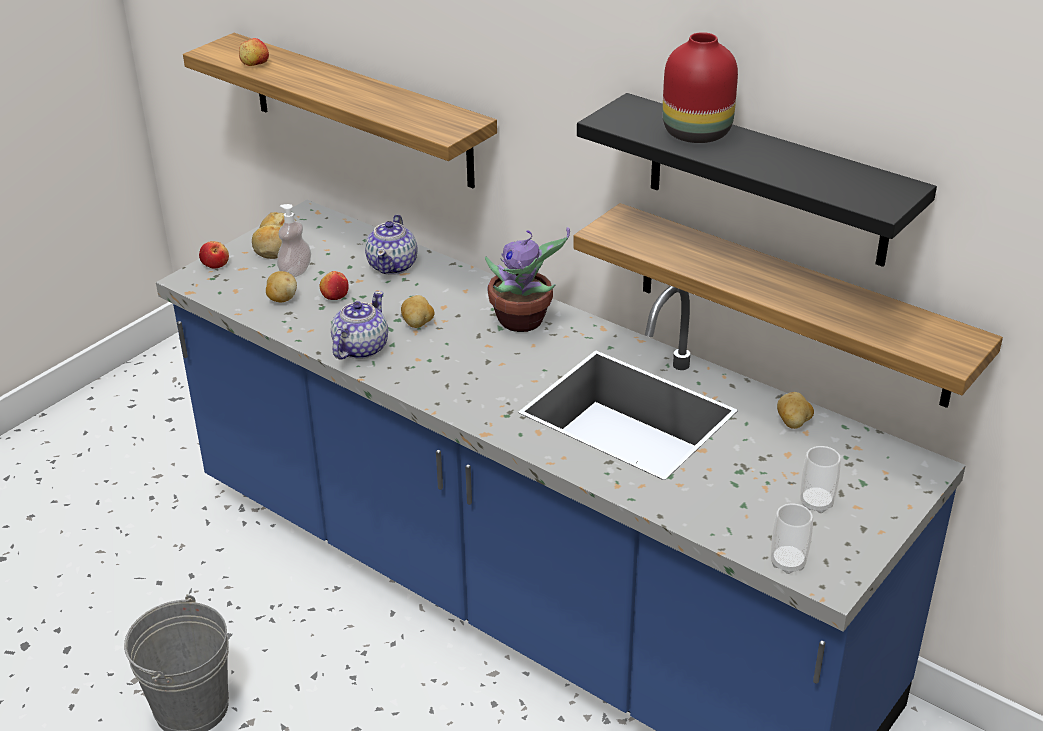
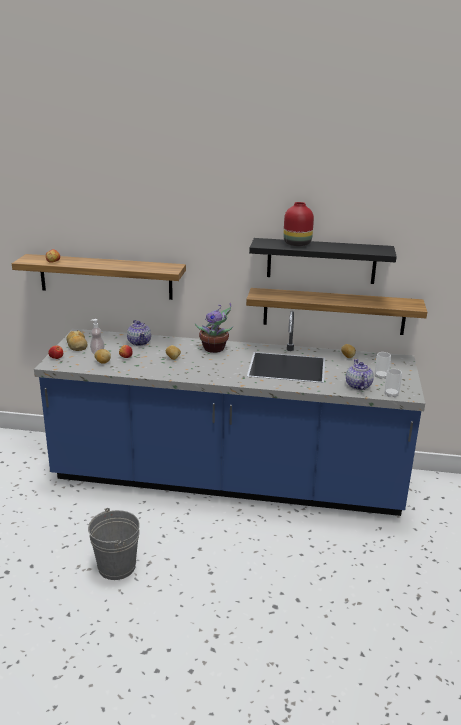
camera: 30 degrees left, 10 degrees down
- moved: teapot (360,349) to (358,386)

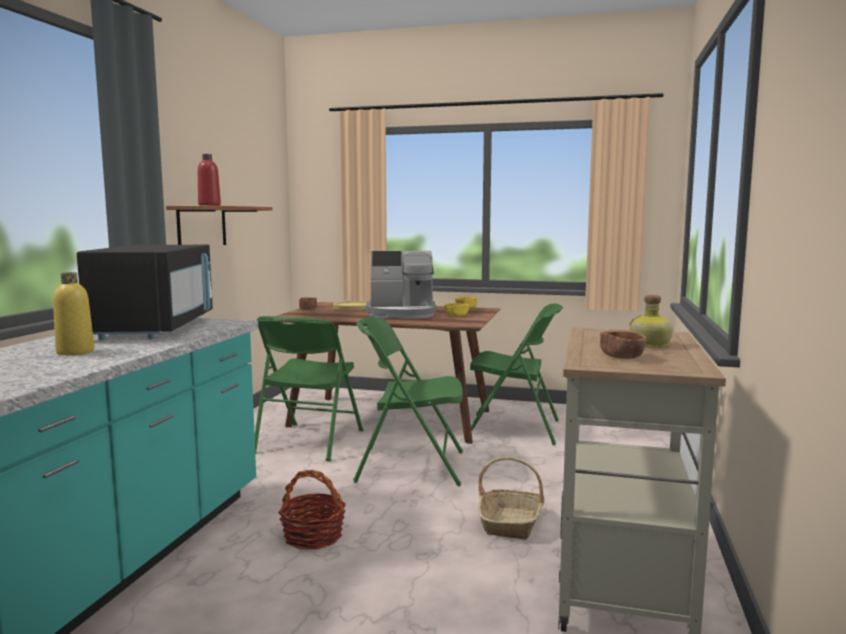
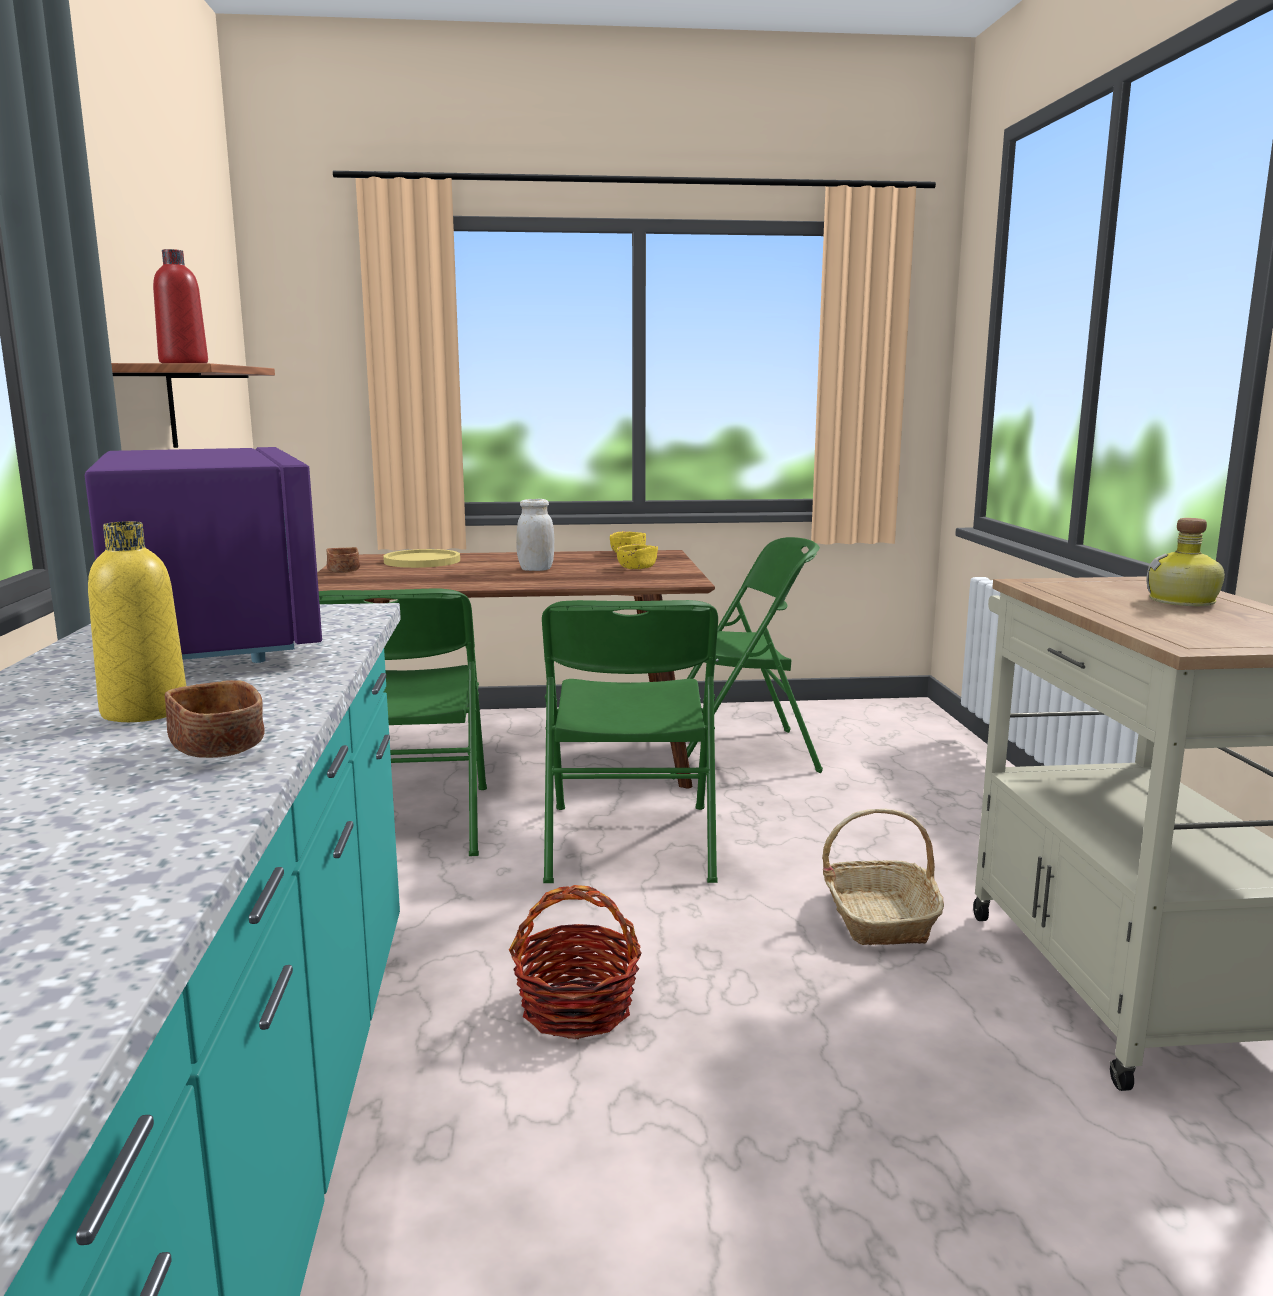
camera: 20 degrees left, 5 degrees up
- moved: brown deep dish (621,356) to (218,748)
- replaced: coffee maker (402,314) to whitish storage jar (536,569)
- recoloured: blackish microwave oven (156,328) to purplish microwave oven (216,636)
- turned: greenish upright chair (411,466) = (629,843) 75 degrees counterclockwise

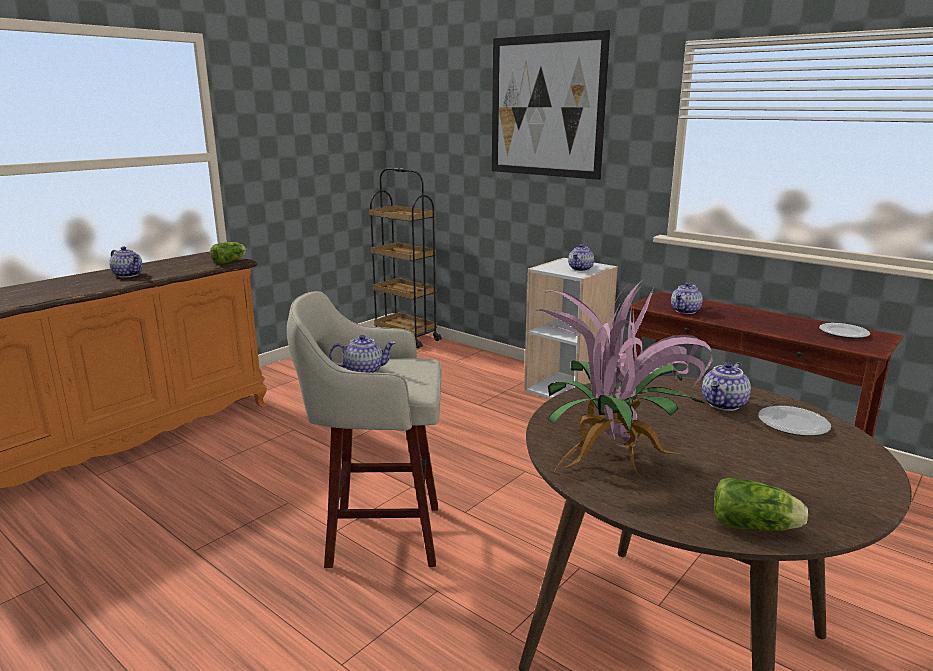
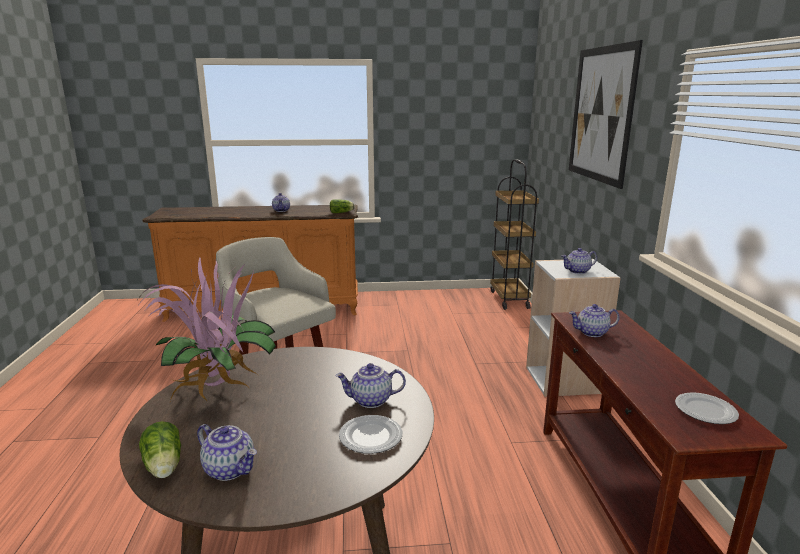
camera: 45 degrees right, 0 degrees up
- moved: teapot (364,371) to (230,469)

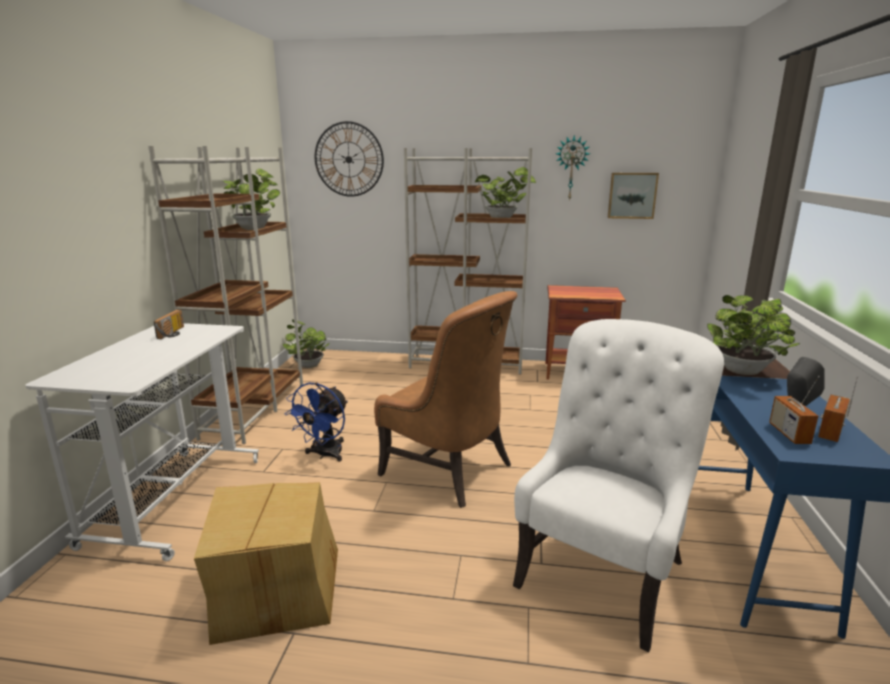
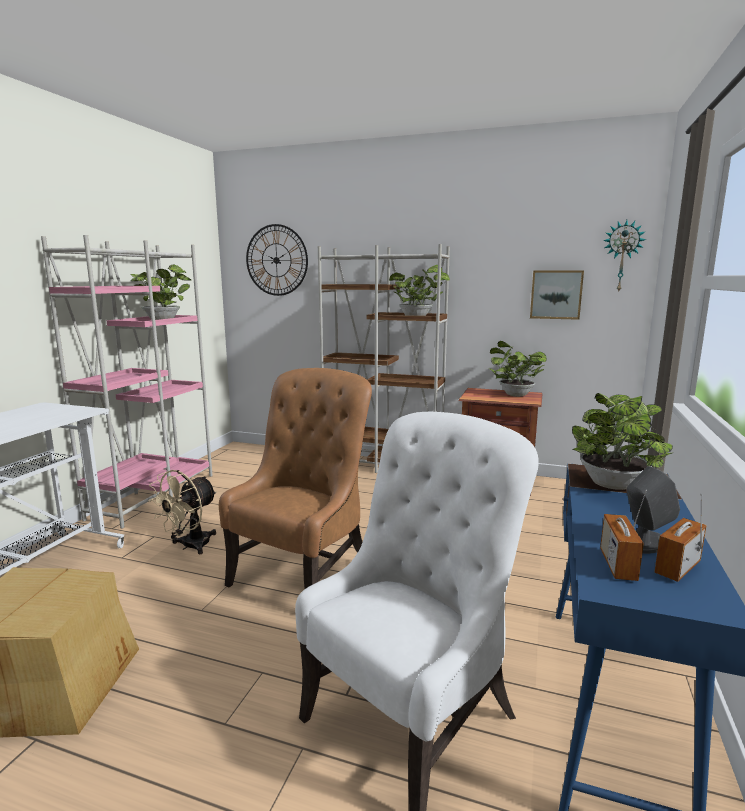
camera: 10 degrees right, 5 degrees down
- removed: radio receiver (174,333)
- moved: houseplant (307,365) to (513,394)
- moved: wall clock (571,168) to (622,256)
- recoloured: brown shelving unit (255,409) to pink shelving unit (154,495)
- recoloured: blue-coloured electric fan (325,455) to beige electric fan (189,546)
- turned: brown upright chair (448,469) = (303,573) 105 degrees counterclockwise

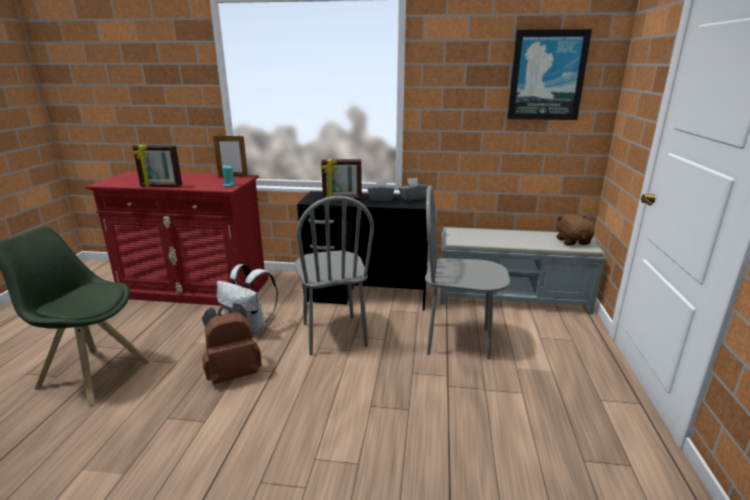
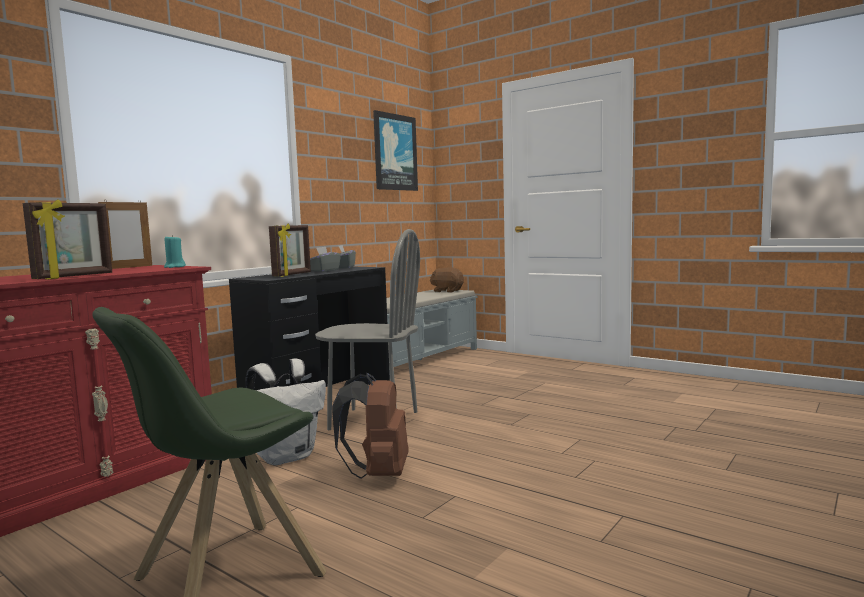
camera: 60 degrees left, 15 degrees down
- removed: grey upright chair (458,340)

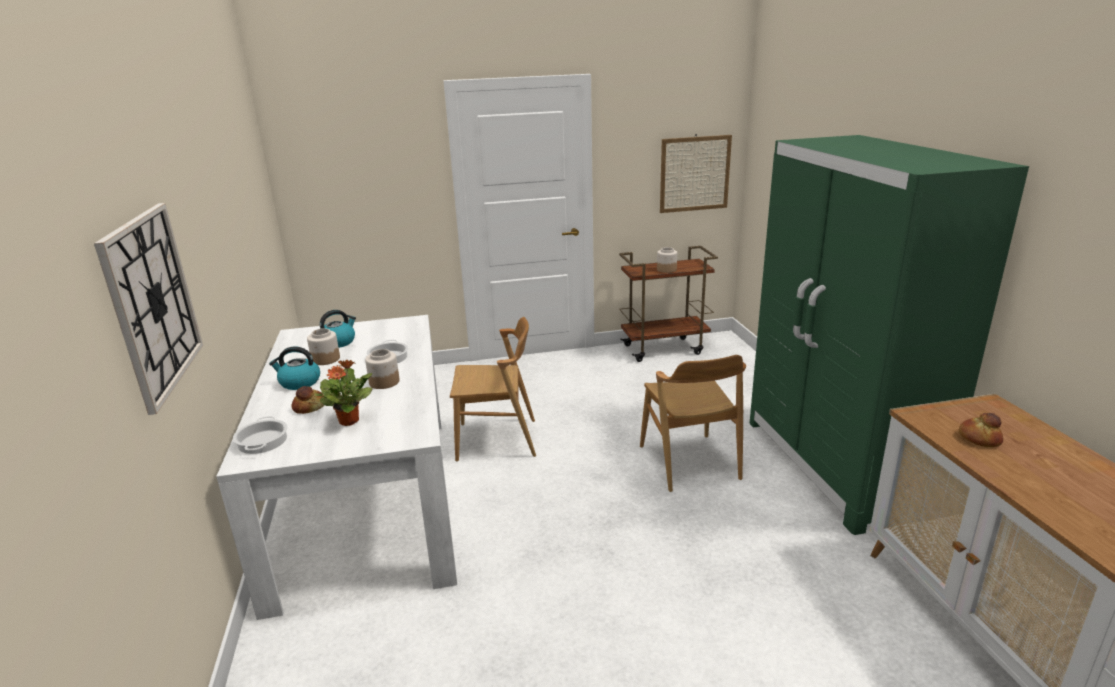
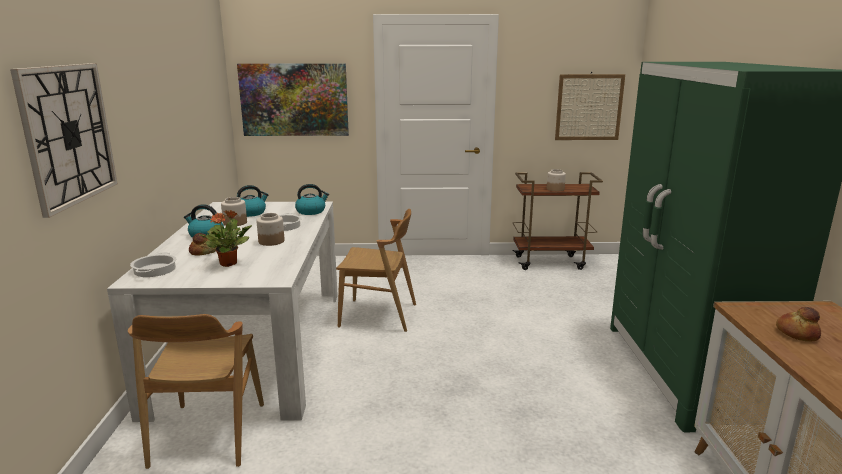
camera: 10 degrees right, 5 degrees down
- added: picture (294,100)
- added: kettle (311,211)
- moved: brown upright chair (689,462) to (208,434)

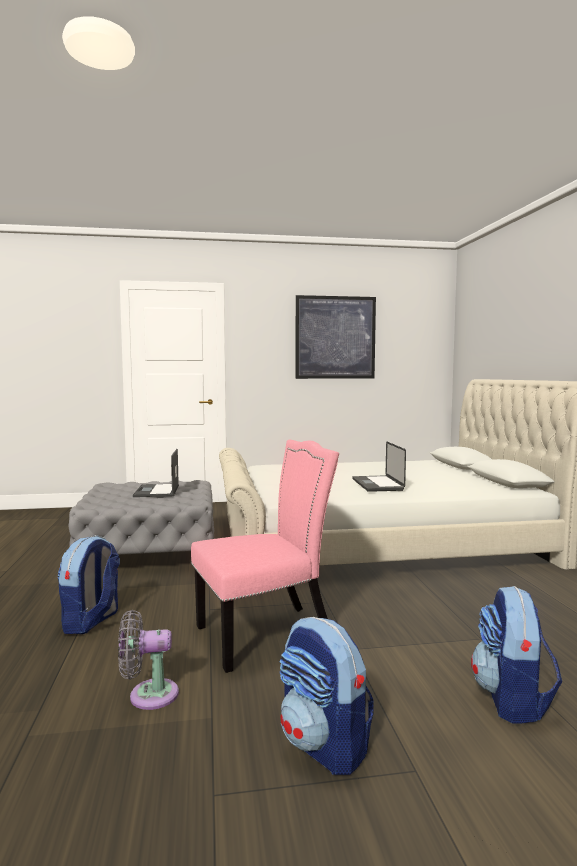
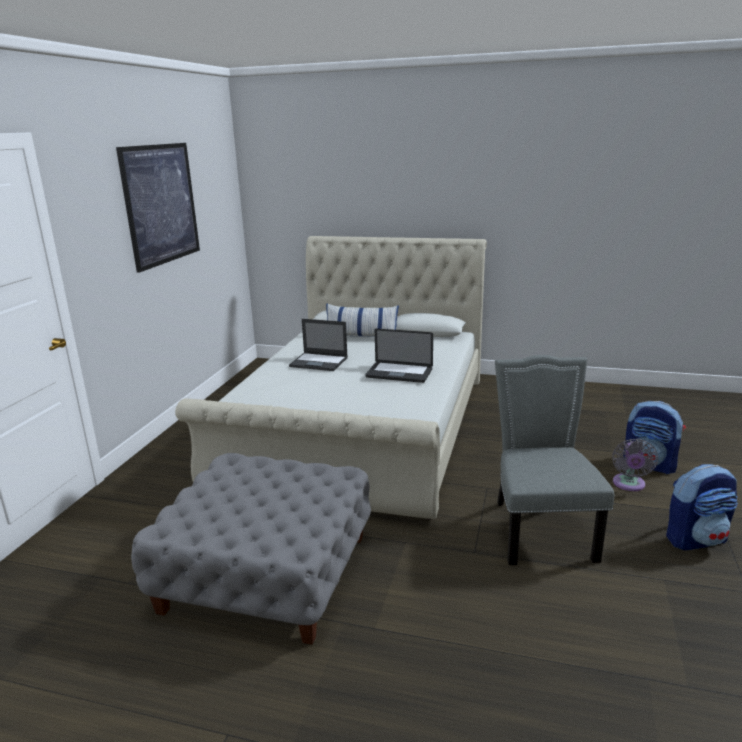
camera: 65 degrees left, 15 degrees up
- removed: backpack (91,622)
- added: pillow (361,337)
- moved: grey electric fan (148,695) to (629,485)
- moved: laptop (157,491) to (319,362)
- recoloured: pink upright chair (262,635) to grey upright chair (541,532)

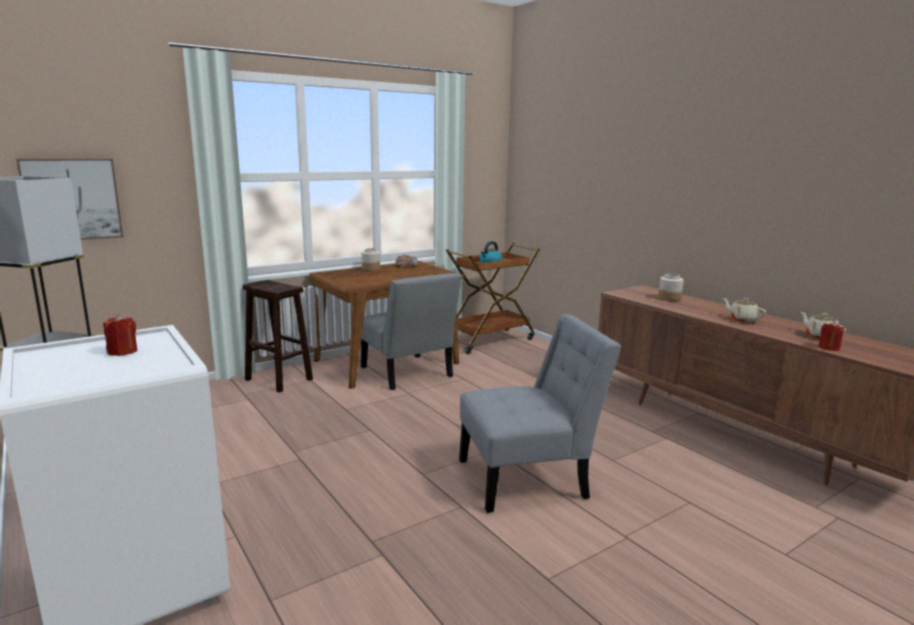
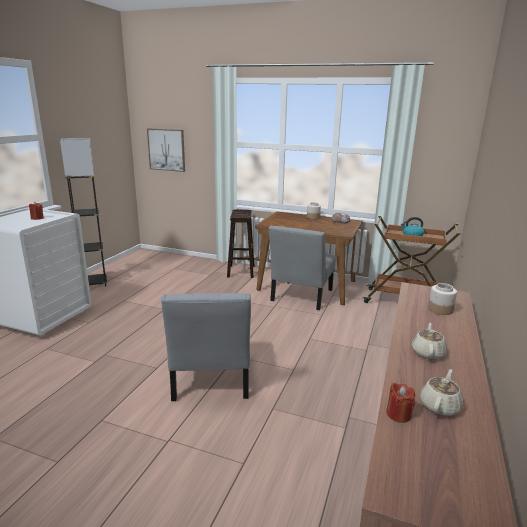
camera: 55 degrees right, 5 degrees up
- turned: grey upright chair (529,478) = (210,380) 45 degrees clockwise

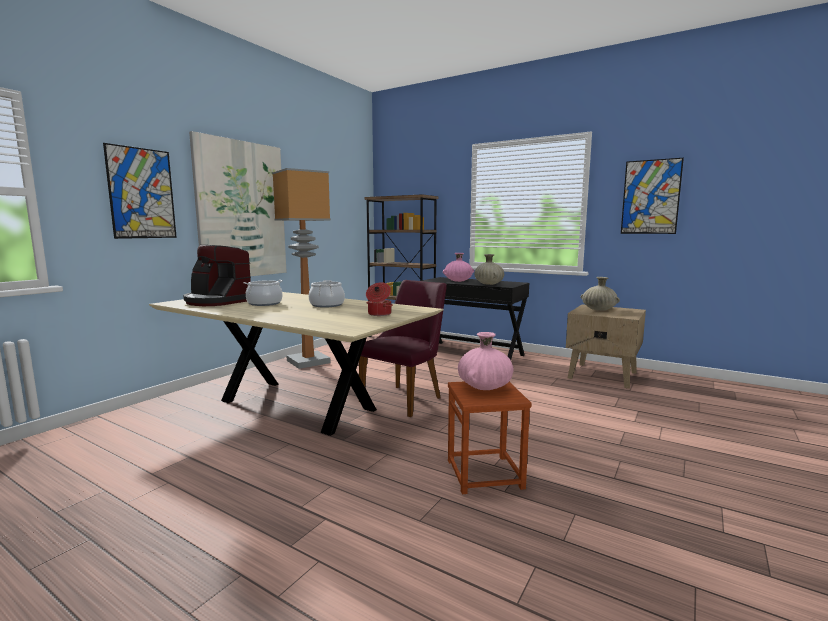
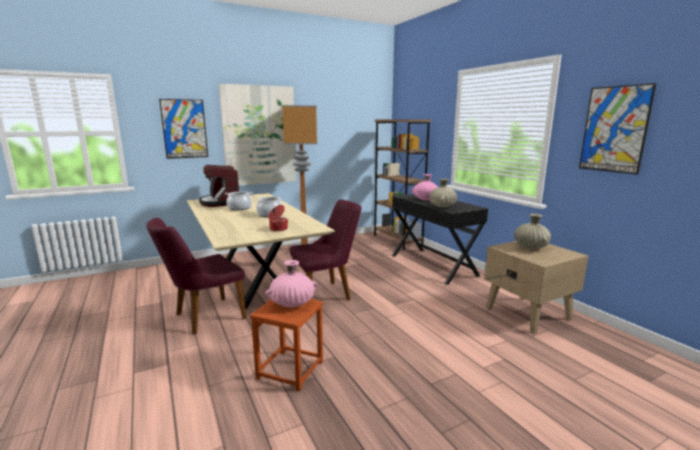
camera: 30 degrees right, 5 degrees up
- added: purplish upright chair (203,317)

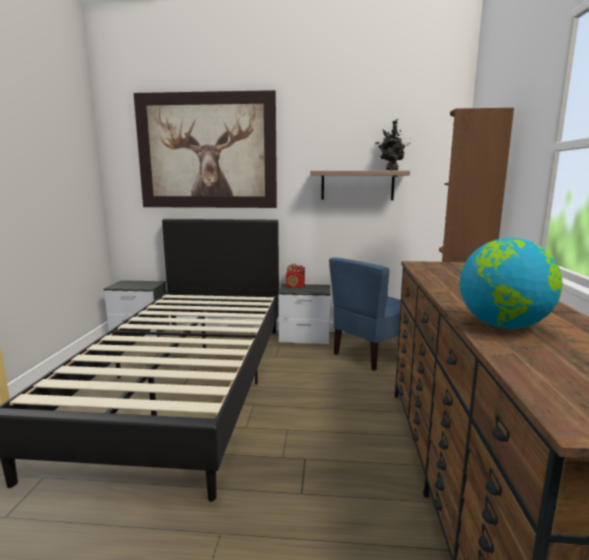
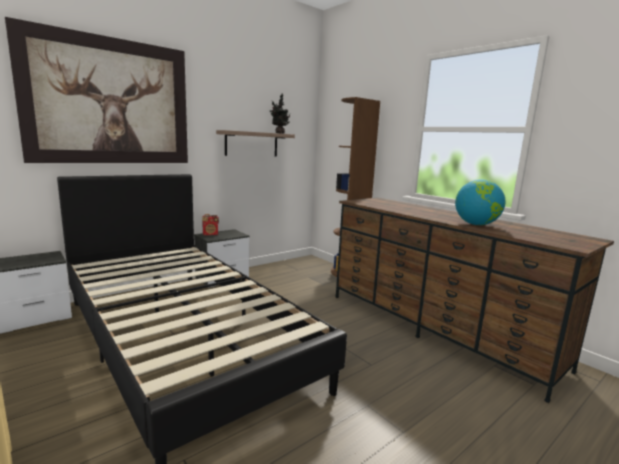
camera: 45 degrees left, 0 degrees up
- removed: blue-coloured upright chair (371,354)

